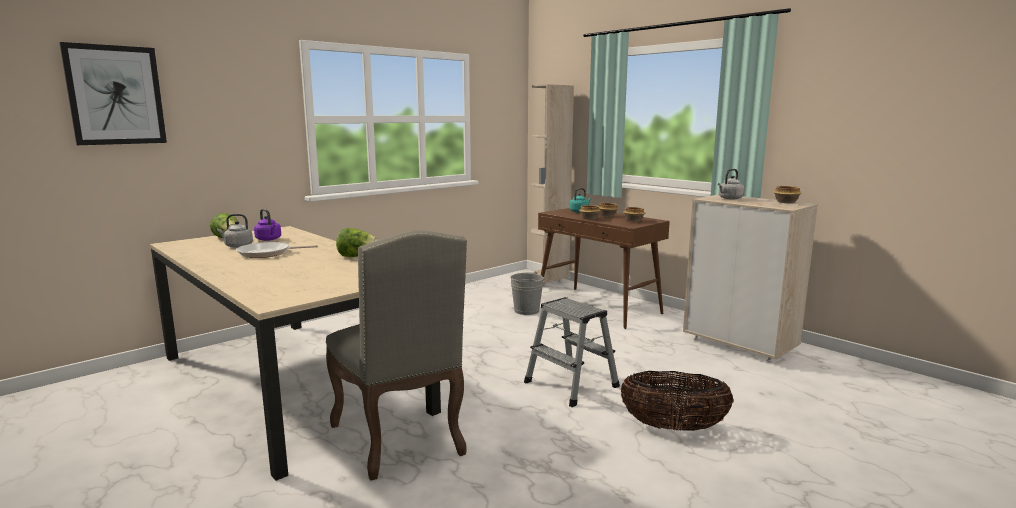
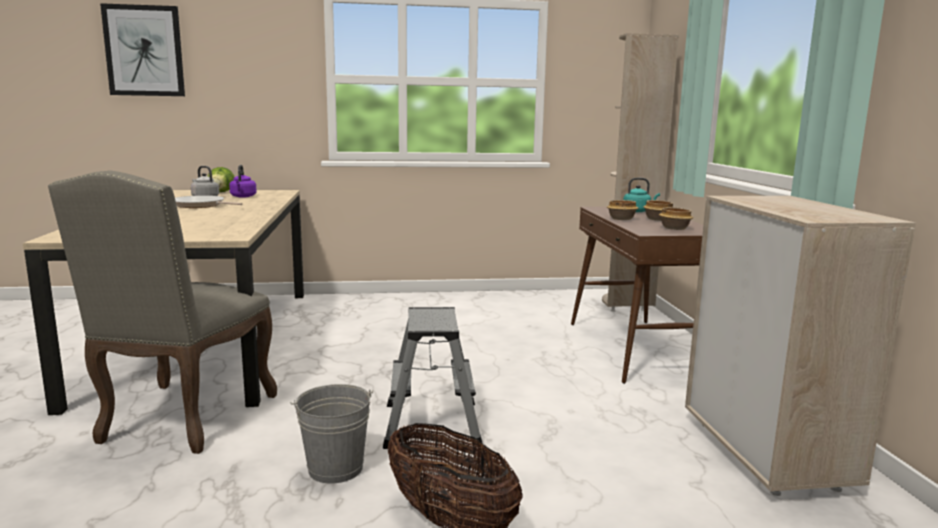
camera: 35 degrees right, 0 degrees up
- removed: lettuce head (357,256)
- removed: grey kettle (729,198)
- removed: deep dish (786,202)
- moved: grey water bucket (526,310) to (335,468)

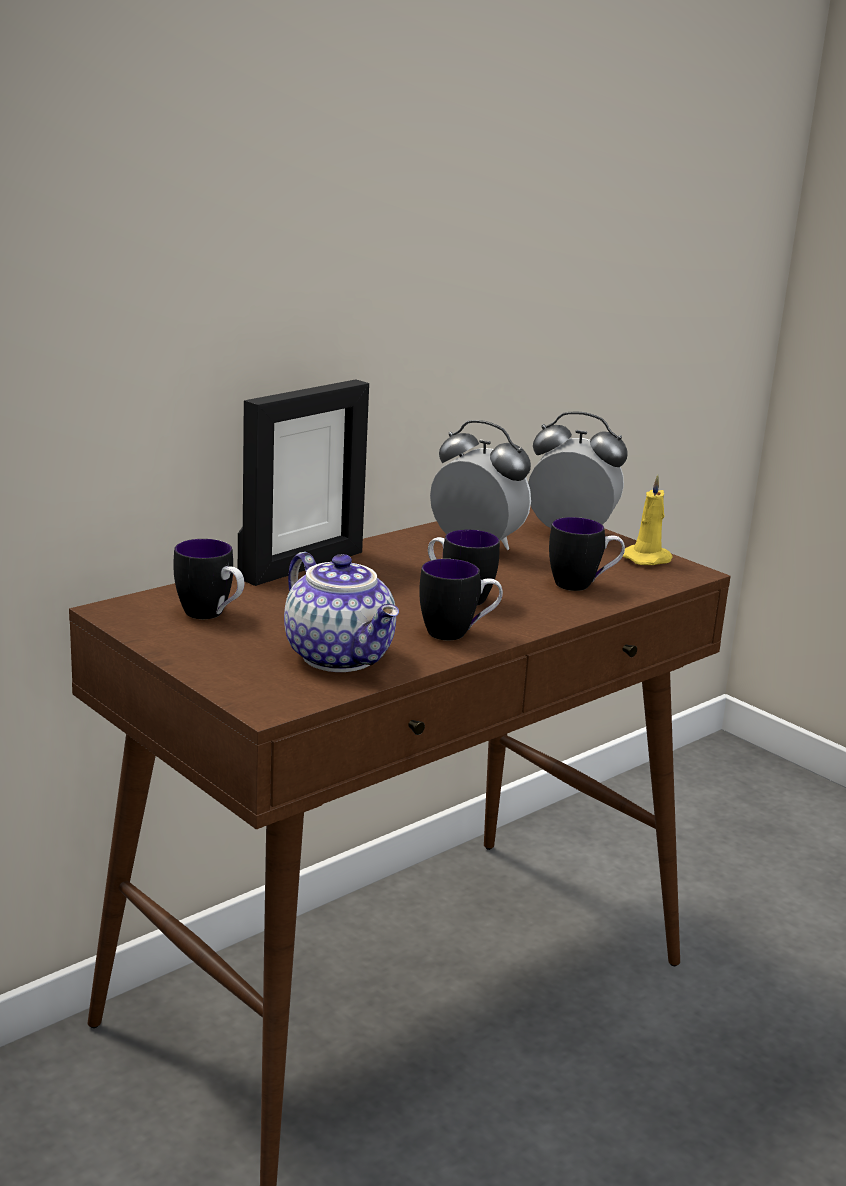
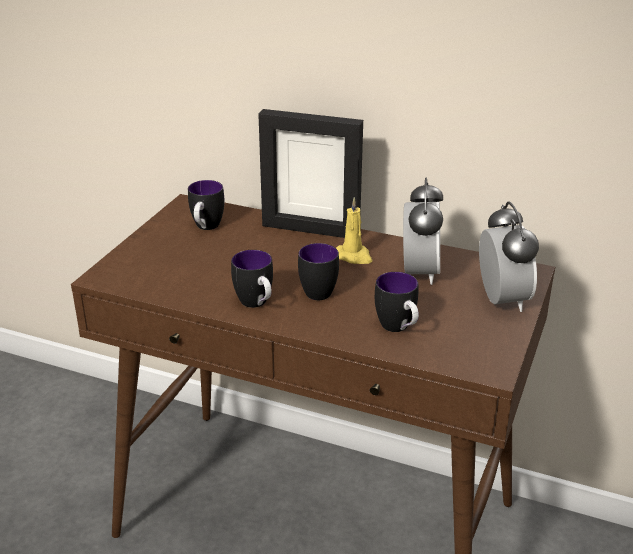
camera: 65 degrees right, 10 degrees up
- removed: teapot (342,657)
- moved: yellow wax candle (649,559) to (354,256)

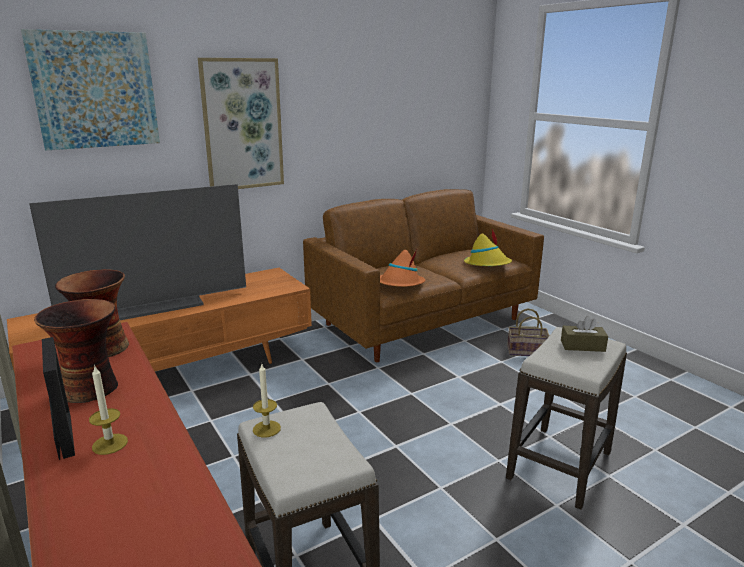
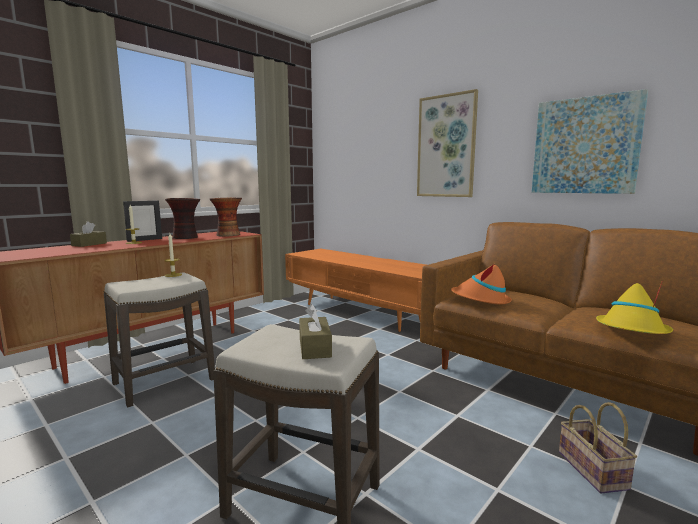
camera: 75 degrees right, 10 degrees down
- removed: television (155,305)
- added: brown tissue box (89,244)
- moved: picture (95,90) to (585,146)

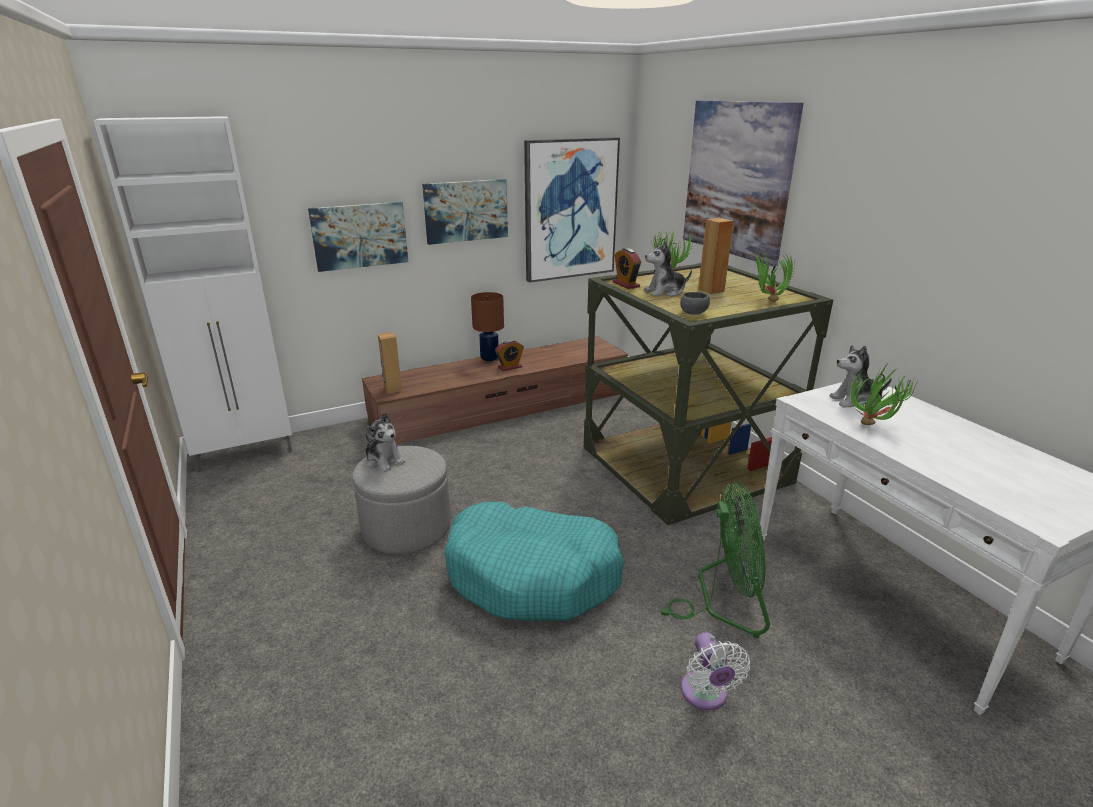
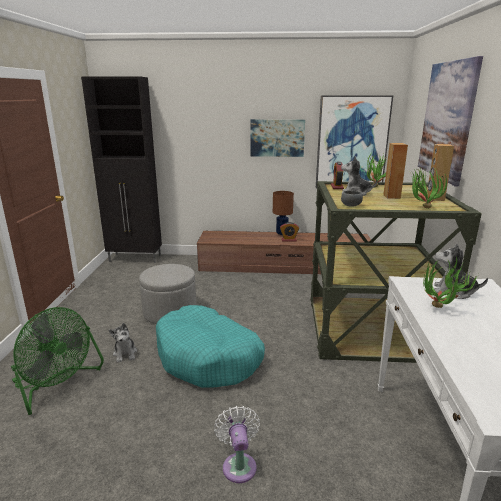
camera: 30 degrees right, 5 degrees down
- removed: picture (359,235)
- moved: cuddly toy (384,460) to (125,353)
- moved: brown loudspeaker (392,389) to (434,198)
- moved: greenish electric fan (721,597) to (54,386)
- recoloured: whitish storage cabinet (247,453) to blackish storage cabinet (136,258)
- turned: whitish electric fan (705,695) = (239,464) 150 degrees clockwise

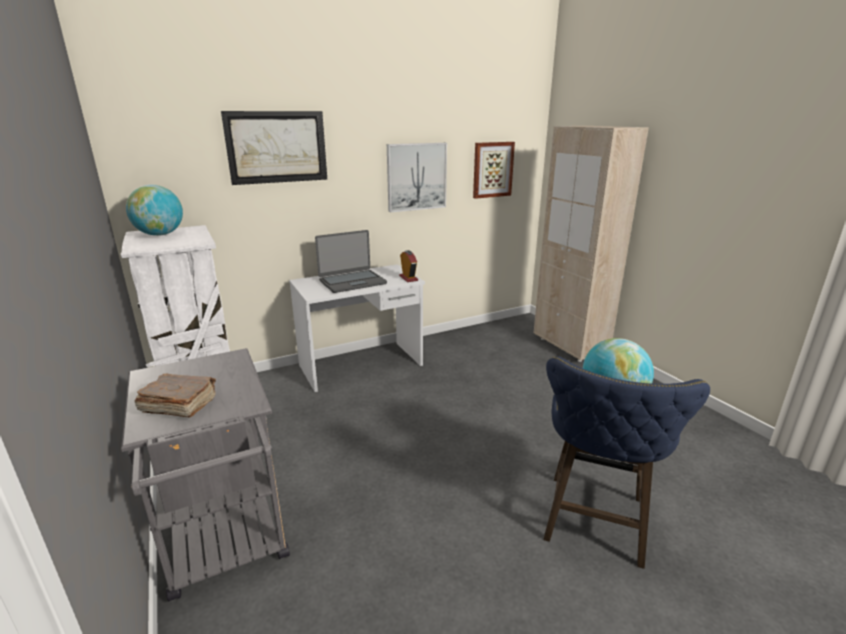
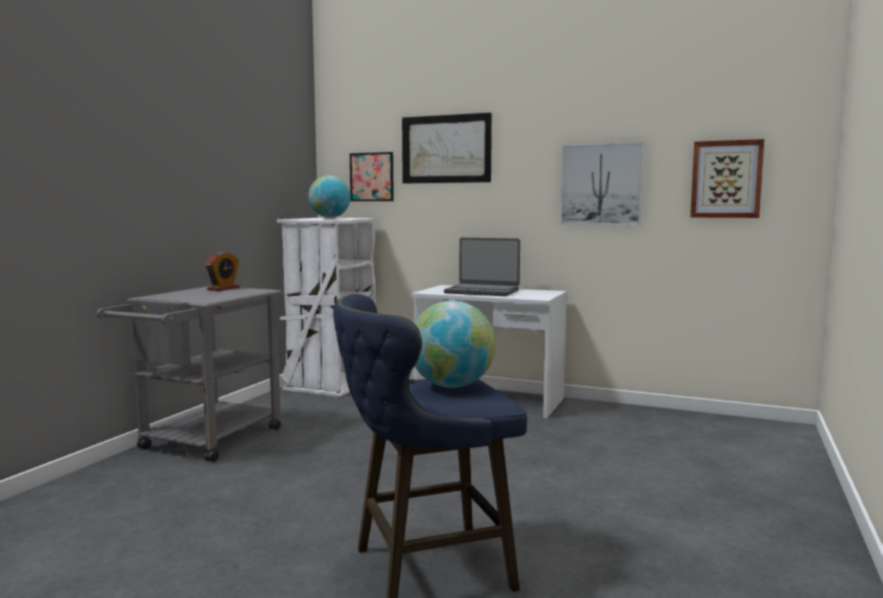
camera: 50 degrees right, 15 degrees down
- removed: brown volume (178,405)
- removed: beige storage cabinet (569,347)
- added: picture (371,177)
- moved: table clock (408,278) to (223,288)

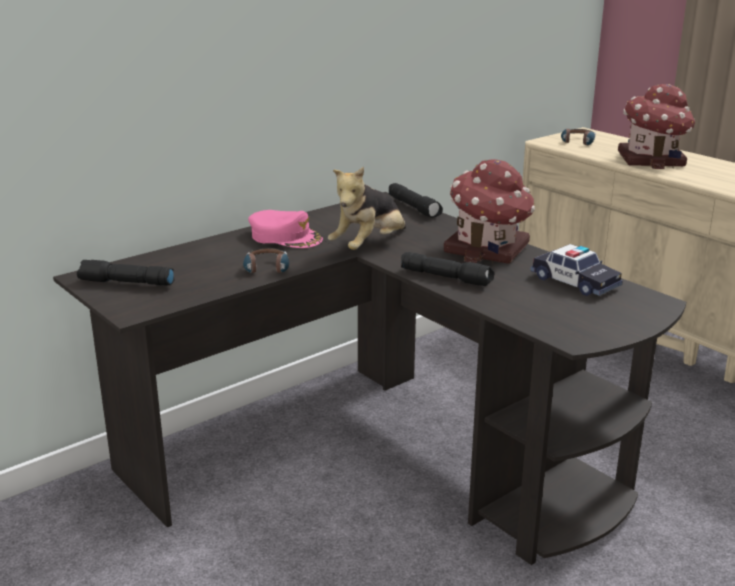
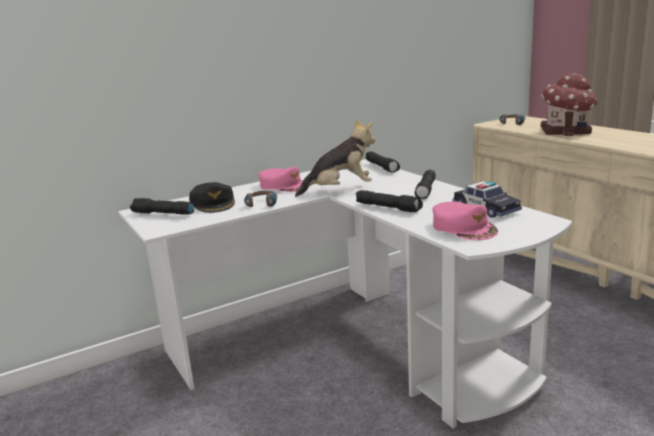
camera: 10 degrees right, 5 degrees down
- added: blackish cap (213,203)
- added: pink cap (464,228)
- replaced: model house (488,249) to blackish flashlight (426,190)
- recoloured: blackish desk unit (374,452) to whitish desk unit (350,343)
- turned: cuddly toy (369,246) = (340,190) 150 degrees counterclockwise

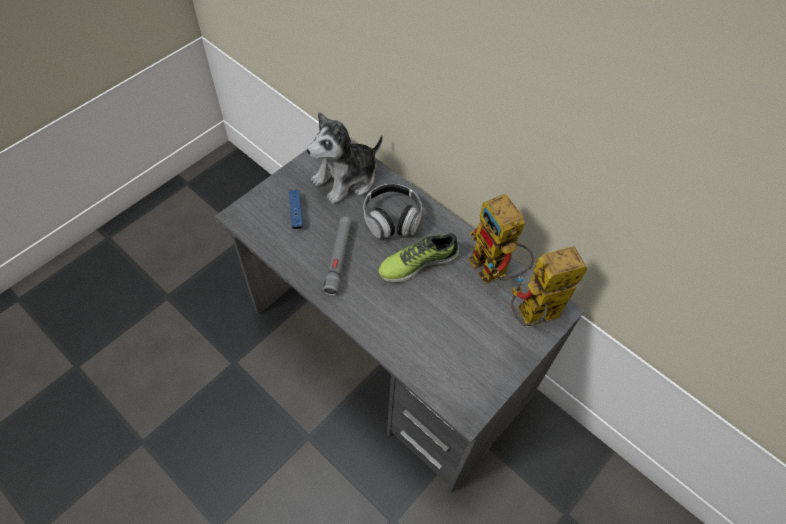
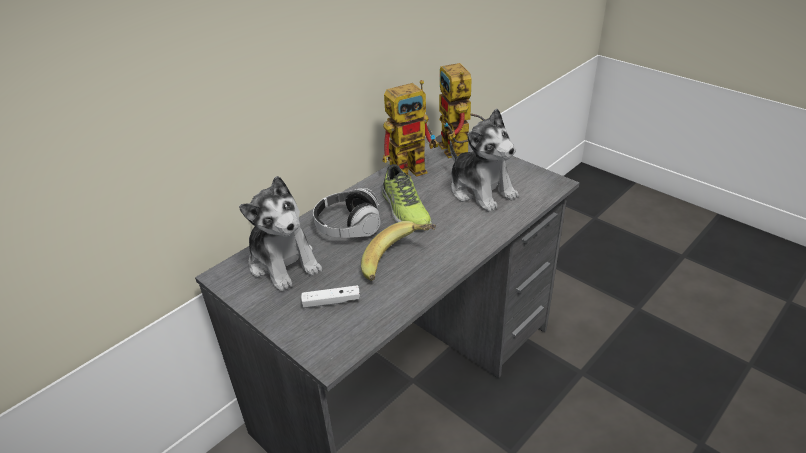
camera: 85 degrees left, 20 degrees down
- added: cuddly toy (481,190)
- replaced: grey flashlight (338,258) to banana (399,263)
- recoloured: blue-coloured gamepad (296,213) to whitish gamepad (331,302)

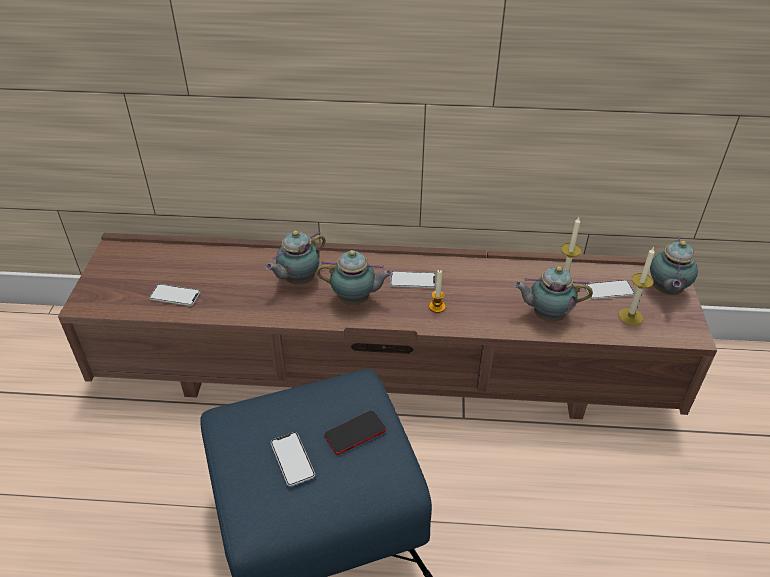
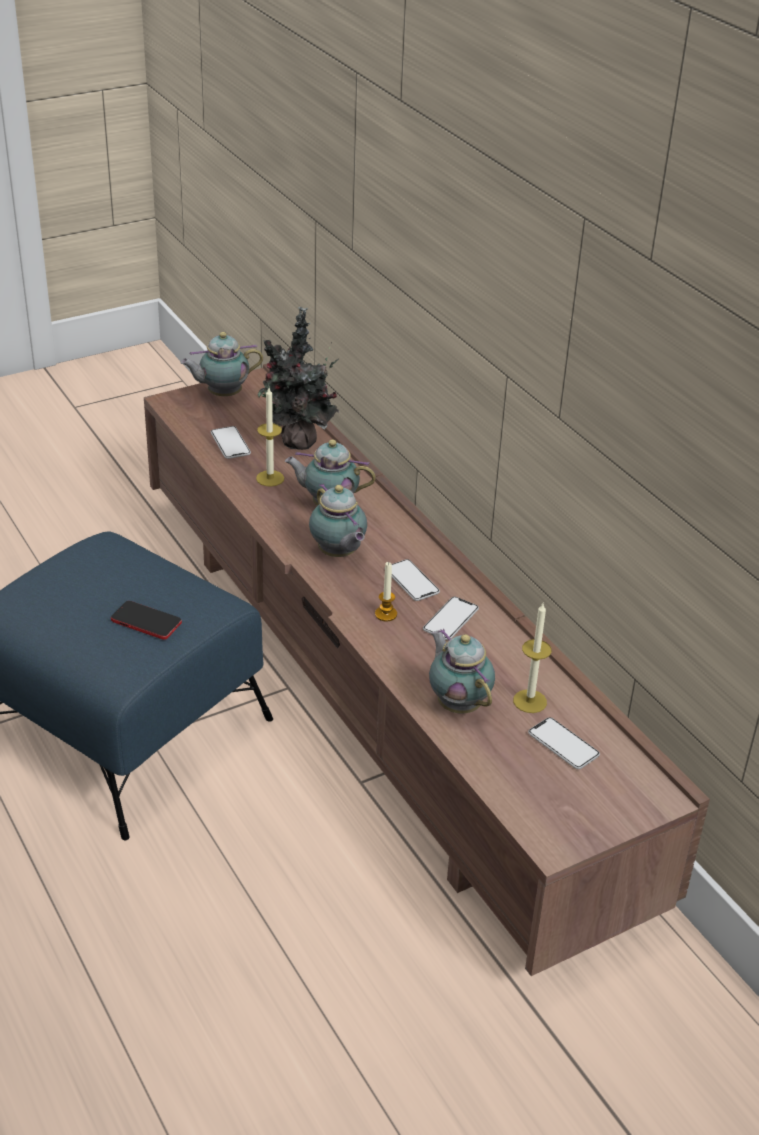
camera: 55 degrees right, 5 degrees down
- added: houseplant (297,443)
- moved: handset (292,459) to (450,619)
- moved: wax candle (630,316) to (270,478)
- moved: teapot (665,291) to (222,394)

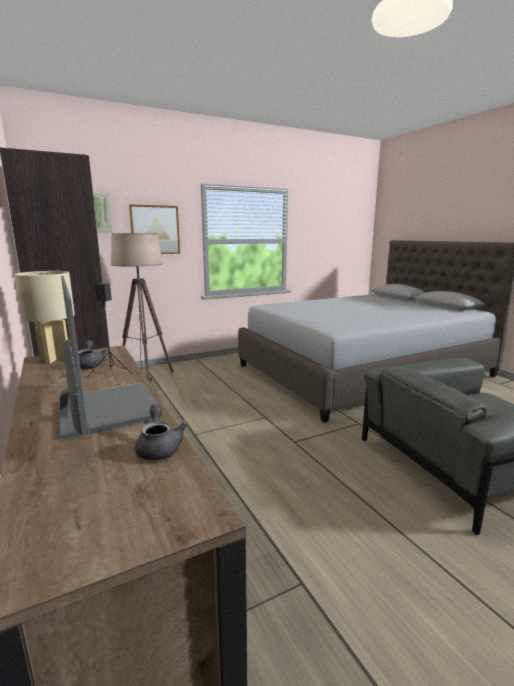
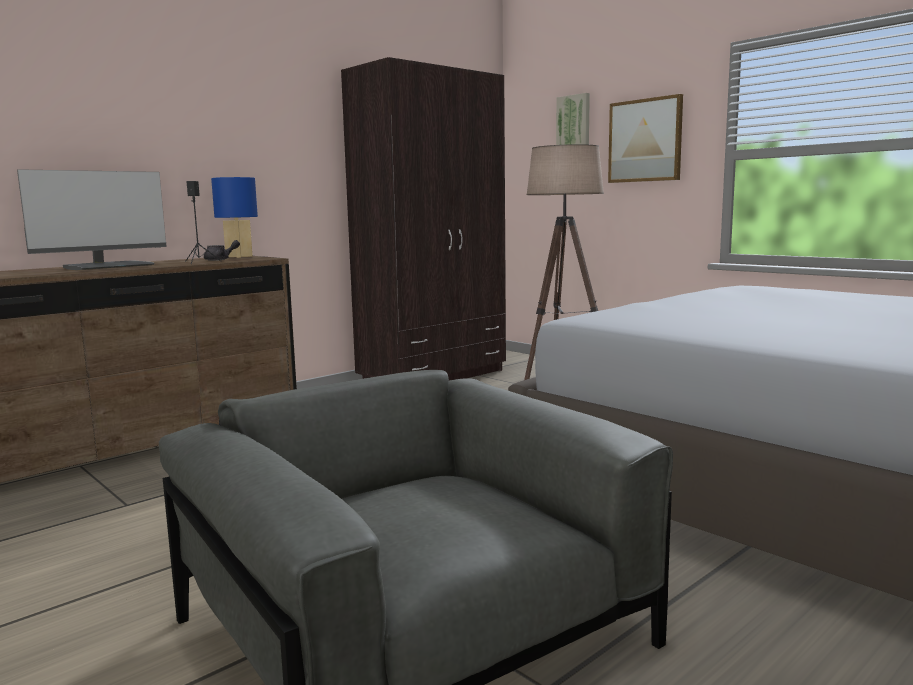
camera: 75 degrees right, 5 degrees down
- removed: grey teapot (159,447)
- recoloured: beige table lamp (55,359) to blue-coloured table lamp (238,256)

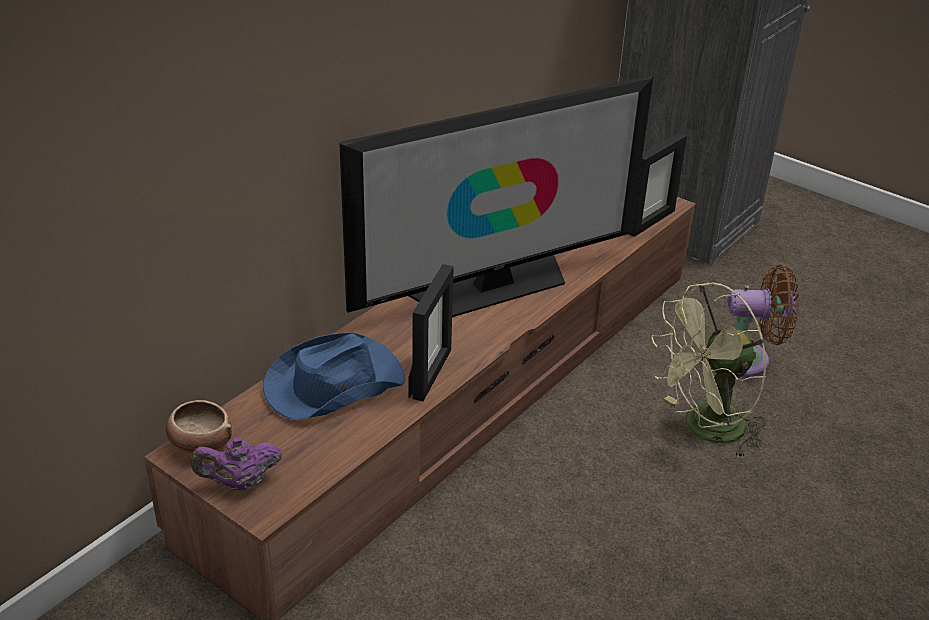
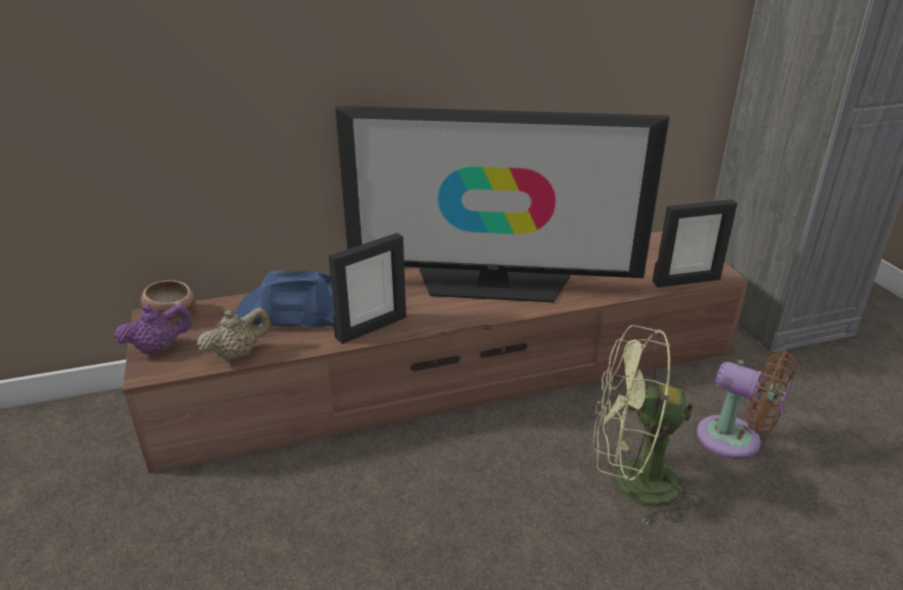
camera: 35 degrees right, 5 degrees down
- added: beige teapot (238,354)
- turned: purplish teapot (240,483) = (159,348) 135 degrees clockwise

